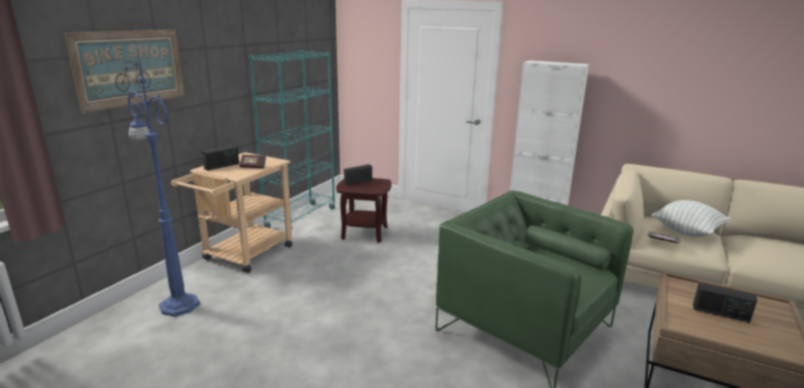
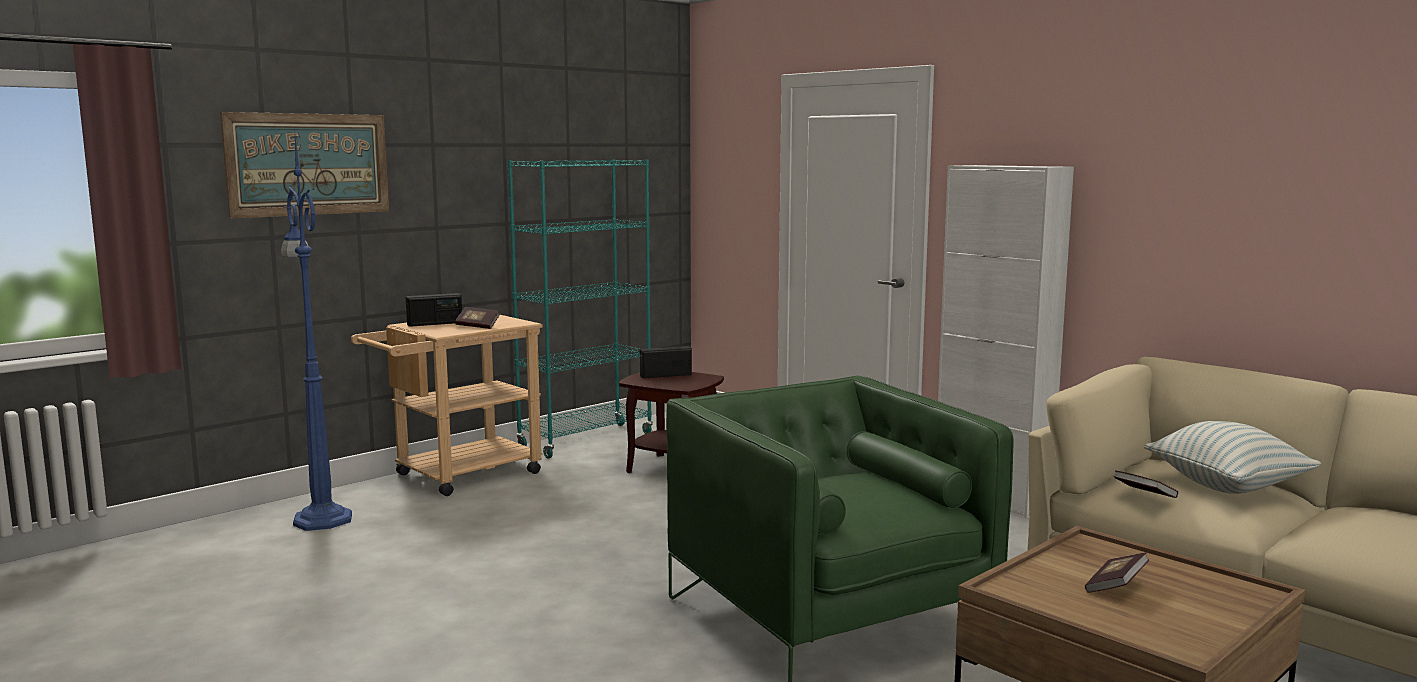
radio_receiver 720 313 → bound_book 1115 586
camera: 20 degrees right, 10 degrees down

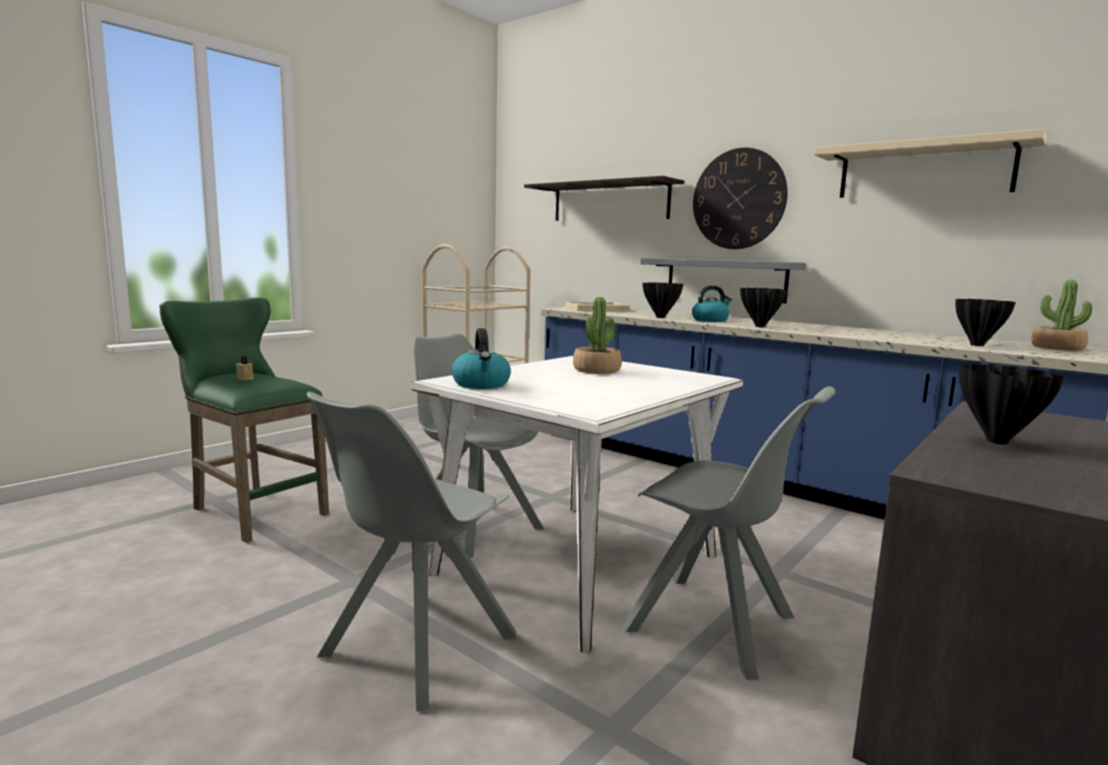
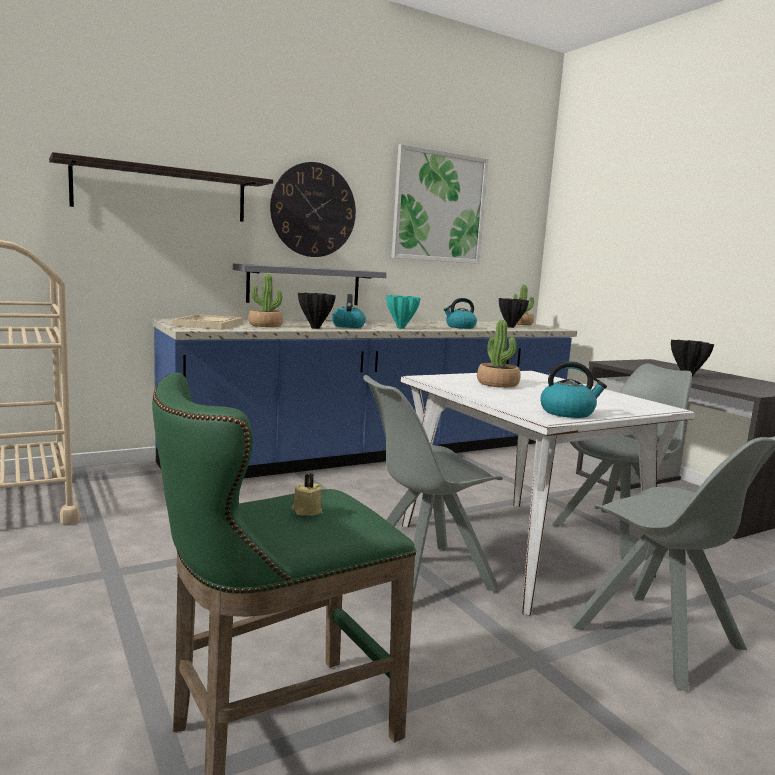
blackish_vase 761 326 → turquoise_vase 401 328
beige_shelf 924 170 → wall_art 439 207
- → plant_in_a_pot 265 325
- → kettle 460 327
camera: 70 degrees left, 0 degrees up

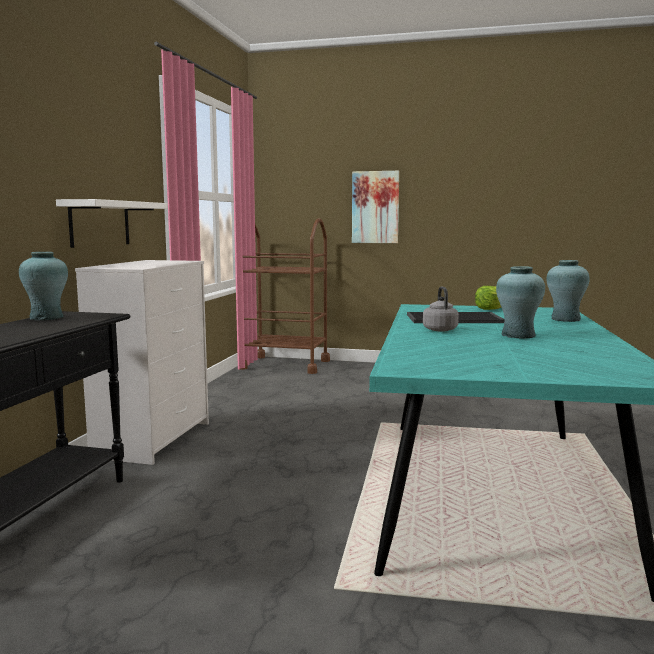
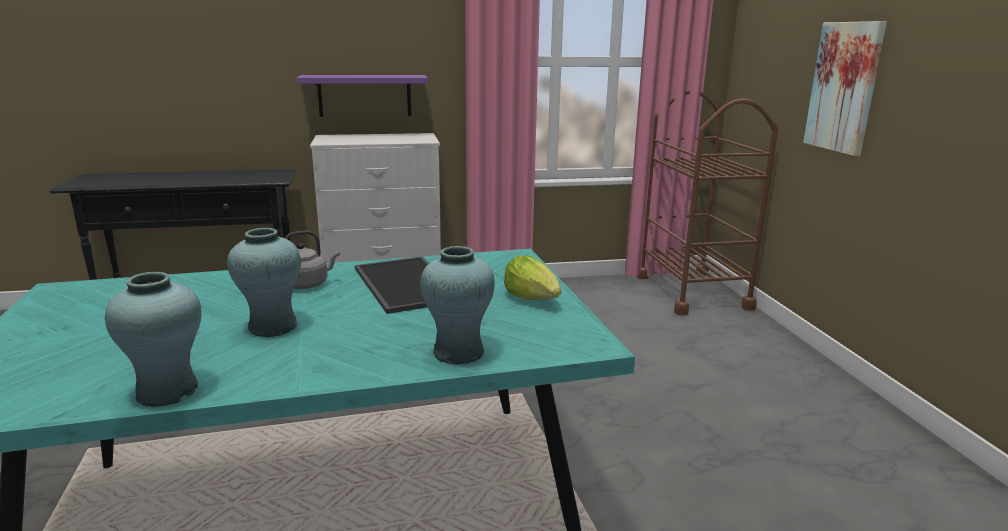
turquoise_vase 46 317 → turquoise_vase 167 391, moved
white_shelf 100 223 → purplish_shelf 364 95
camera: 65 degrees right, 10 degrees up

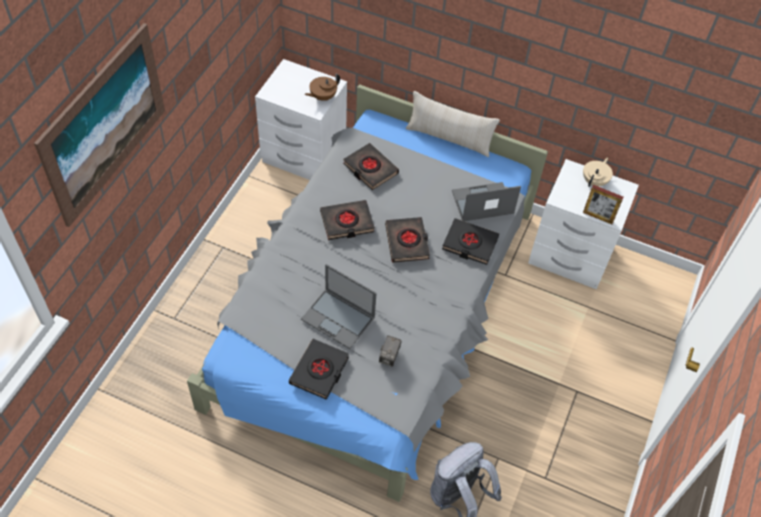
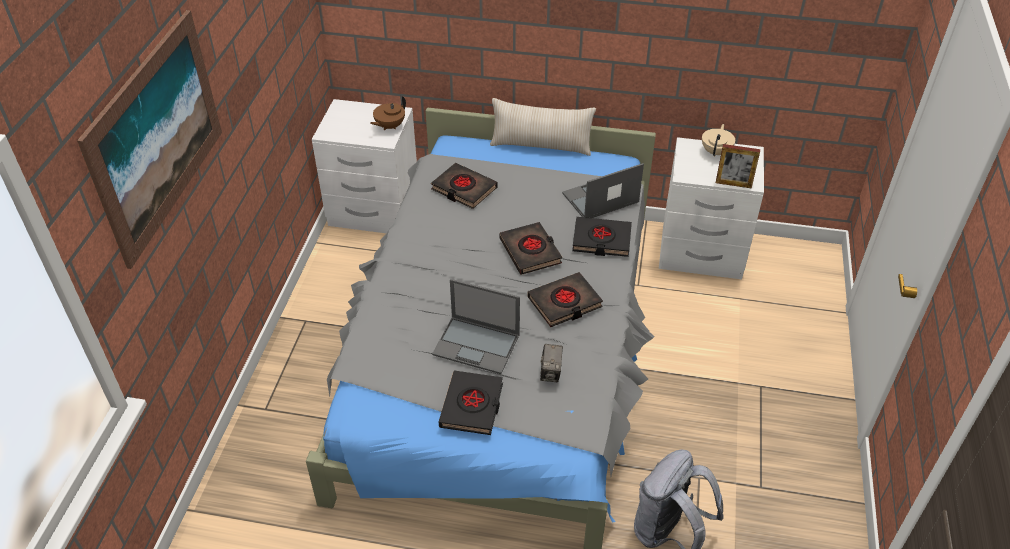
blackish_bound_book 347 222 → blackish_bound_book 564 303, moved
camera: 10 degrees left, 10 degrees down

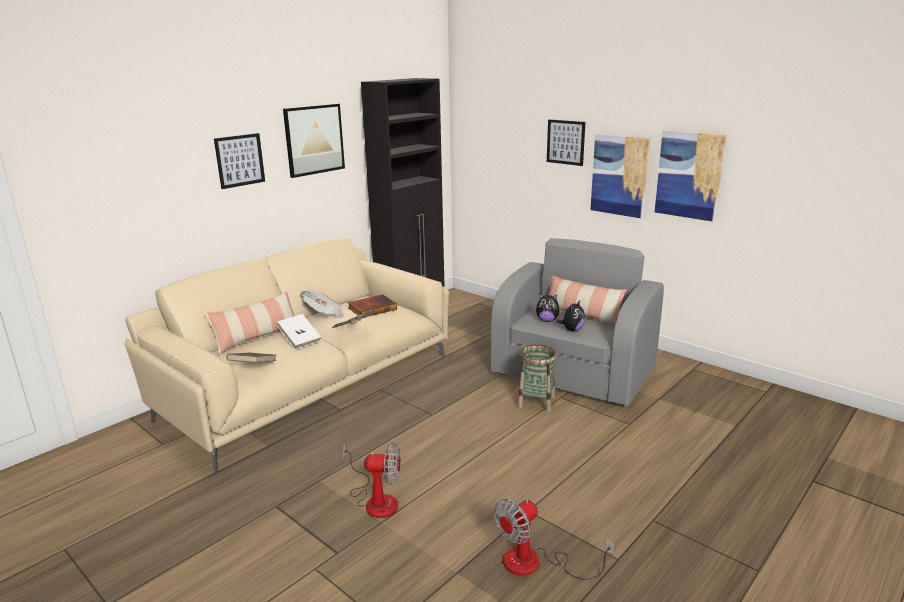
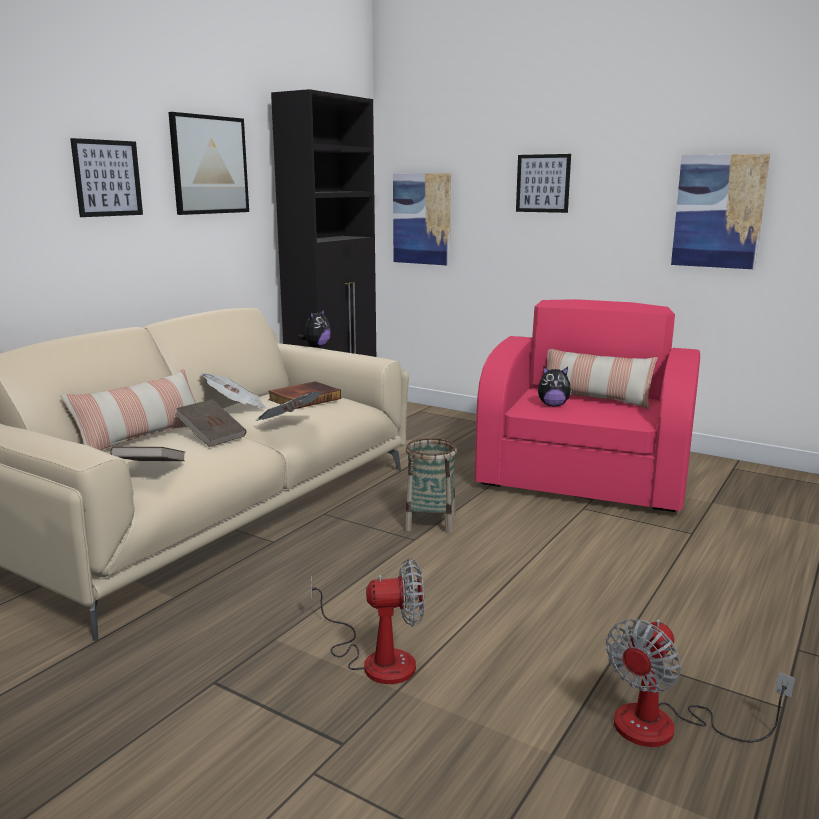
white_bound_book 300 340 → brownish_bound_book 212 437
greyish_easy_chair 573 372 → pinkish_easy_chair 584 479
storage_basket 536 402 → storage_basket 430 522, moved
soft_toy 572 330 → soft_toy 316 347, moved
wall_art 619 175 → wall_art 422 219, moved
camera: 10 degrees left, 5 degrees down

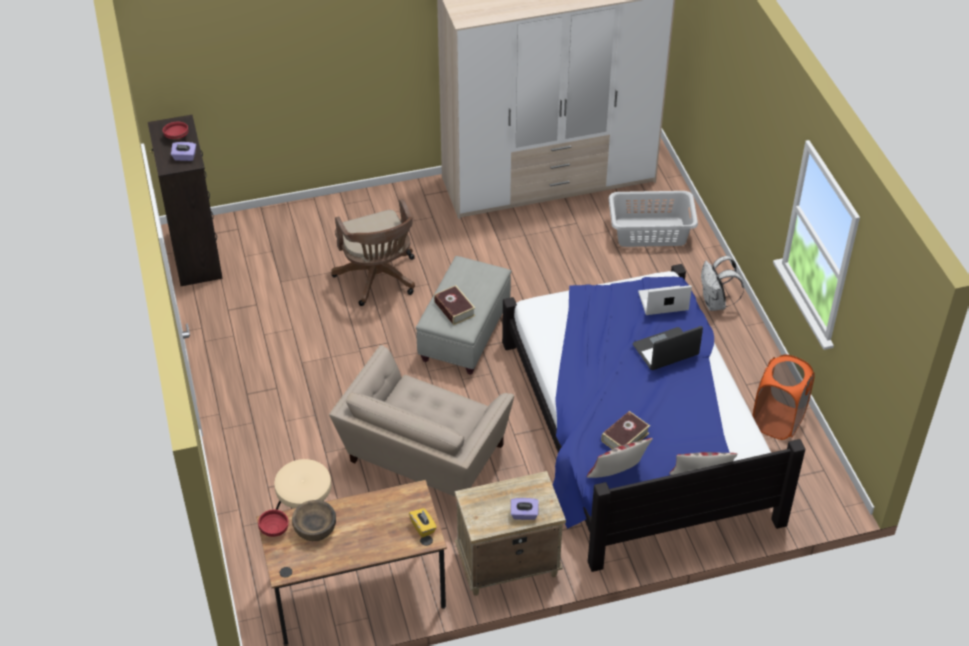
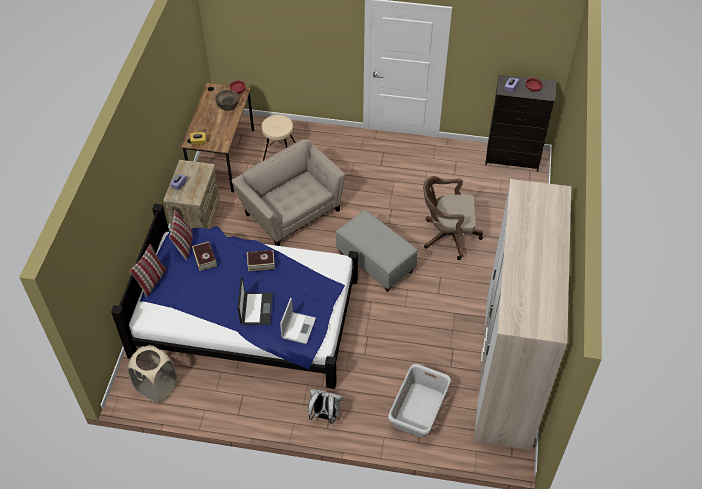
bound_book 454 309 → bound_book 261 262, moved
orangey_hamper 778 421 → -
- → beige_hamper 156 387
camera: 115 degrees right, 5 degrees up

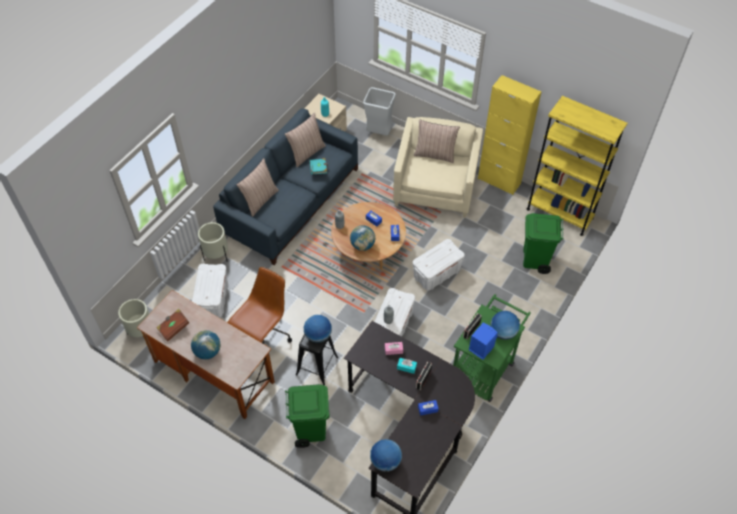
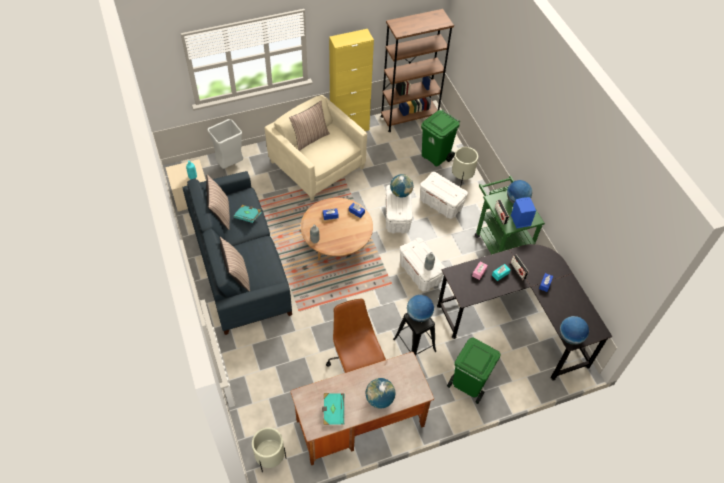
brownish_bound_book 174 328 → turquoise_bound_book 333 411
white_storage_bin 213 299 → white_storage_bin 440 204, moved
beige_plant_pot 216 255 → beige_plant_pot 461 178, moved
globe 362 245 → globe 400 193, moved
yellow-coloured_bookcase 559 213 → brownish_bookcase 409 118
camera: 55 degrees left, 0 degrees up

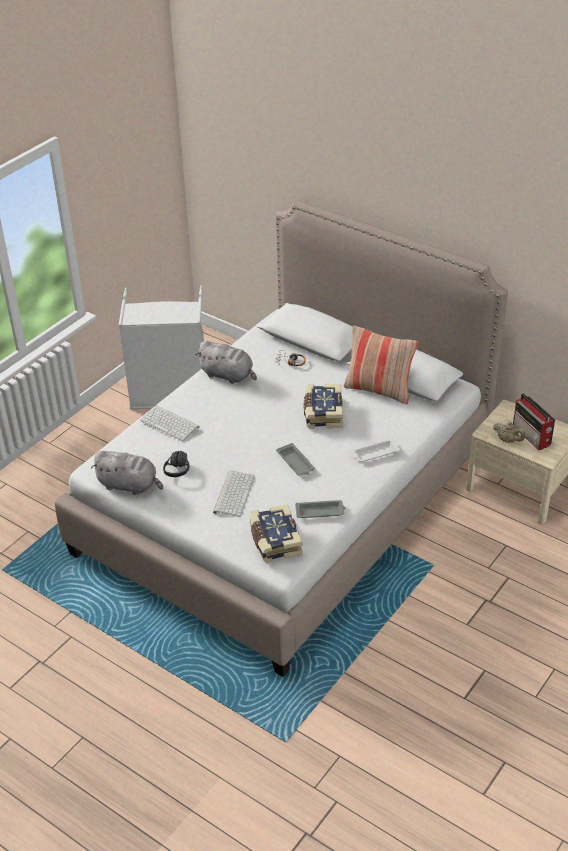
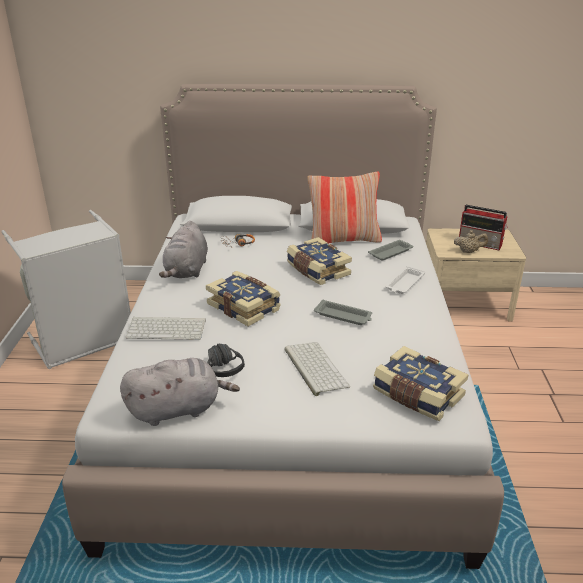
greyish_soft_toy 228 375 → greyish_soft_toy 187 271, 105 degrees clockwise
greyish_tray 320 512 → greyish_tray 391 252, moved
- → bound_book 244 307
camera: 35 degrees left, 10 degrees down

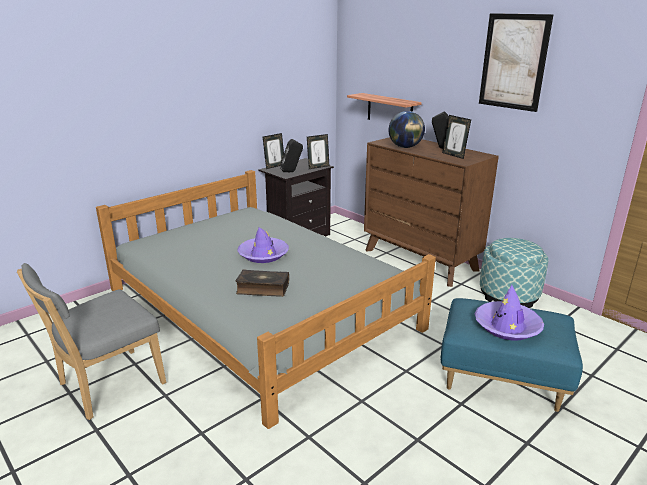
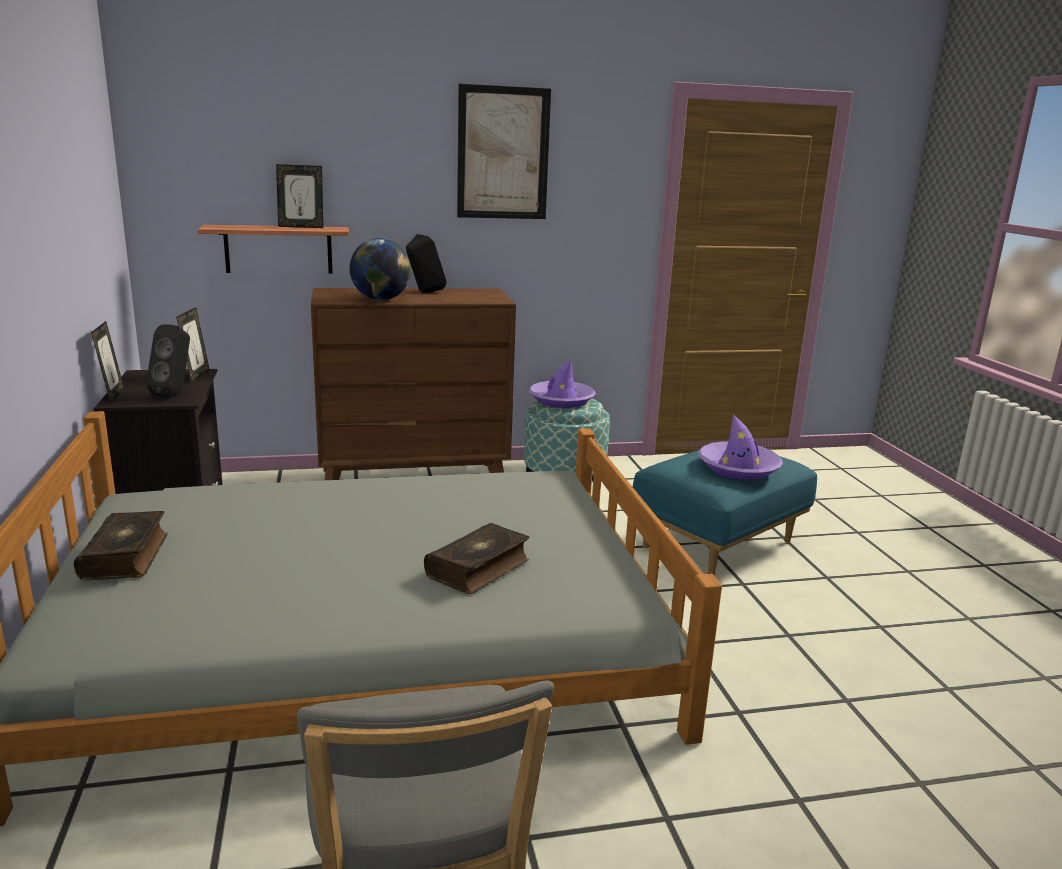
purplish_hat 263 254 → purplish_hat 561 400, moved
standing_frame 454 155 → standing_frame 301 227, moved
- → bound_book 127 556
camera: 60 degrees left, 5 degrees down

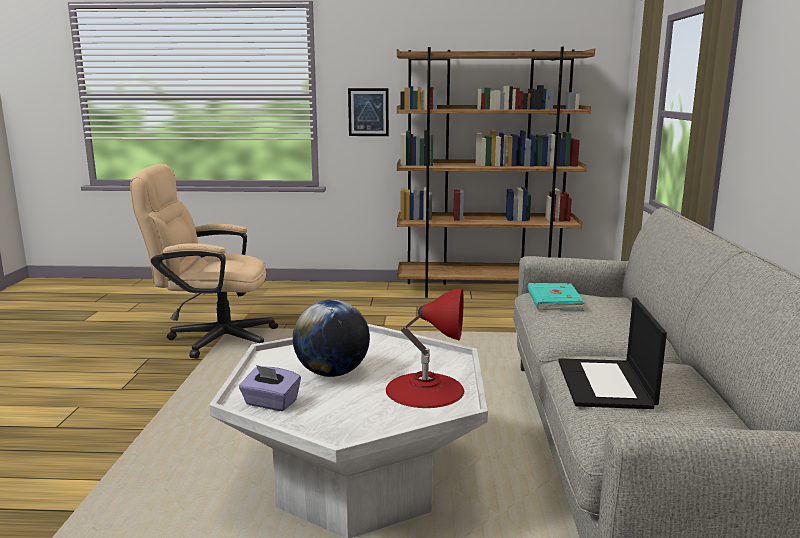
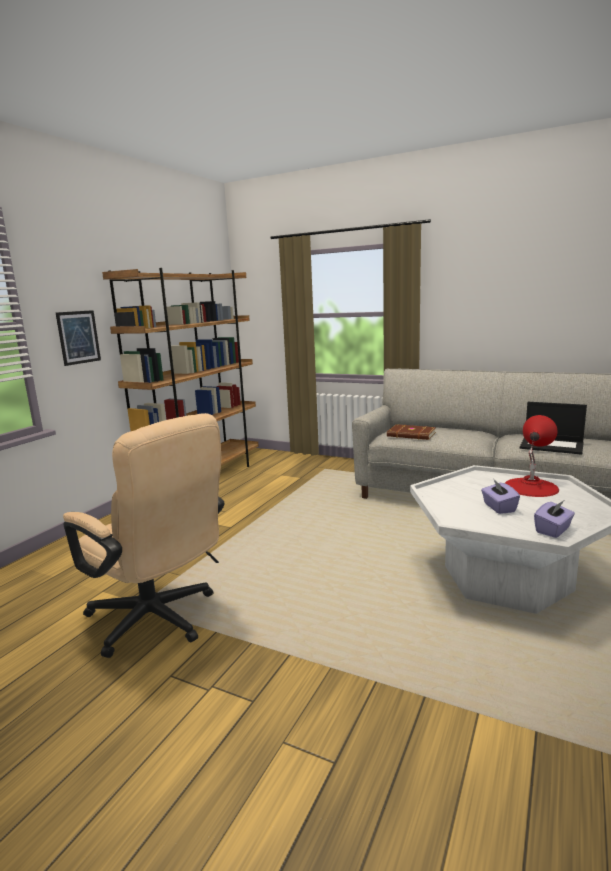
beige_desk_chair 213 339 → beige_desk_chair 159 621, 75 degrees counterclockwise
globe 332 373 → purplish_tissue_holder 498 507
turquoise_bound_book 553 300 → brownish_bound_book 411 435
camera: 65 degrees left, 0 degrees up

